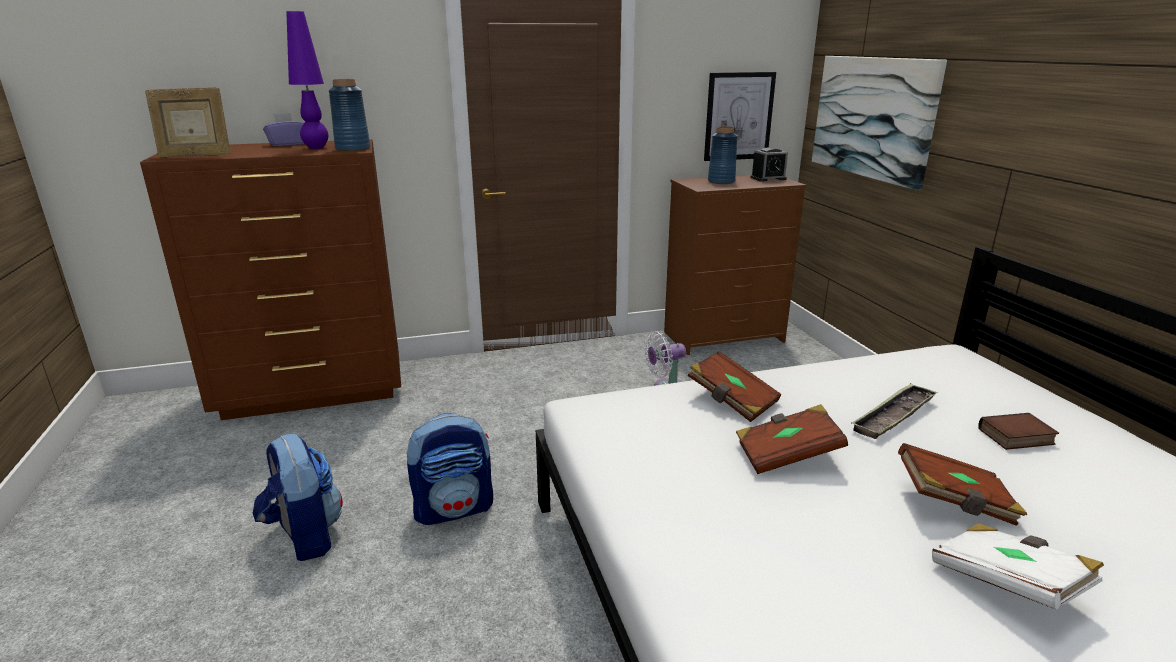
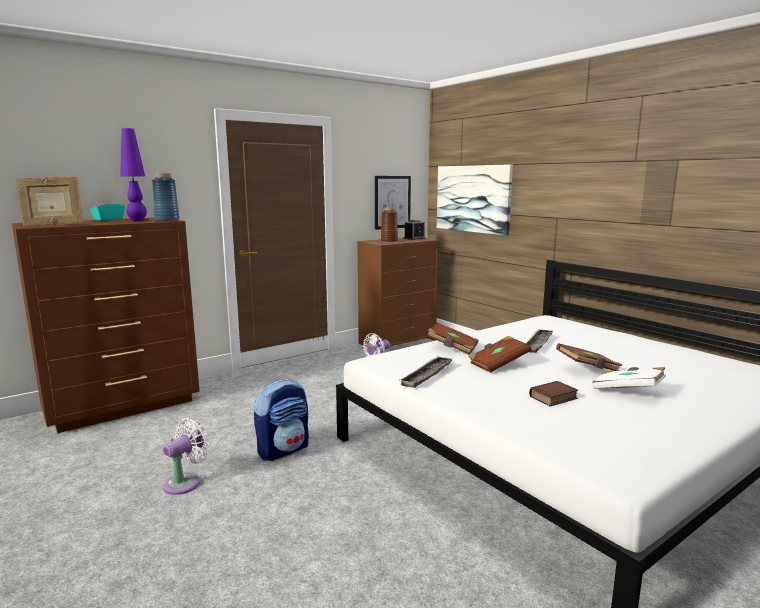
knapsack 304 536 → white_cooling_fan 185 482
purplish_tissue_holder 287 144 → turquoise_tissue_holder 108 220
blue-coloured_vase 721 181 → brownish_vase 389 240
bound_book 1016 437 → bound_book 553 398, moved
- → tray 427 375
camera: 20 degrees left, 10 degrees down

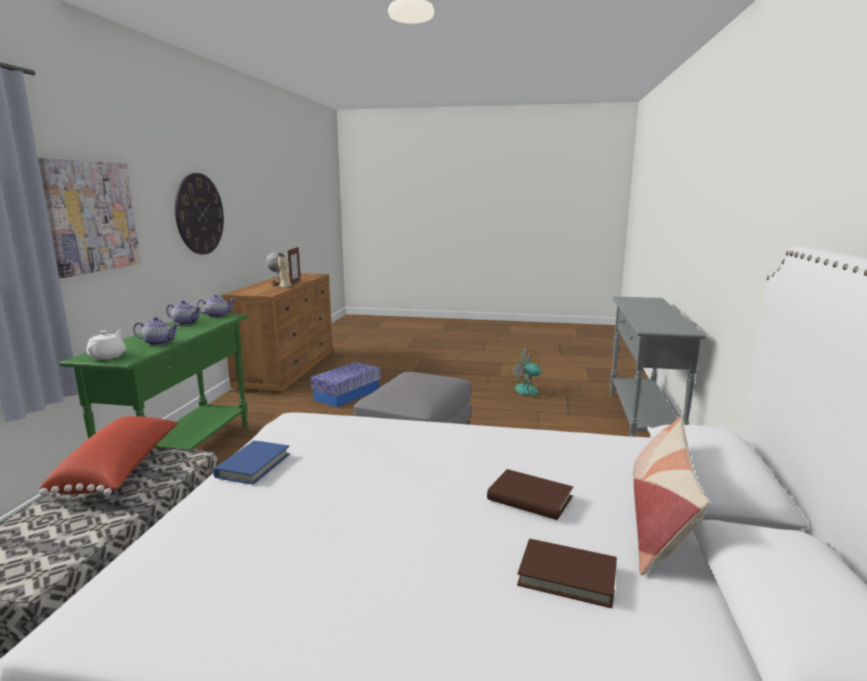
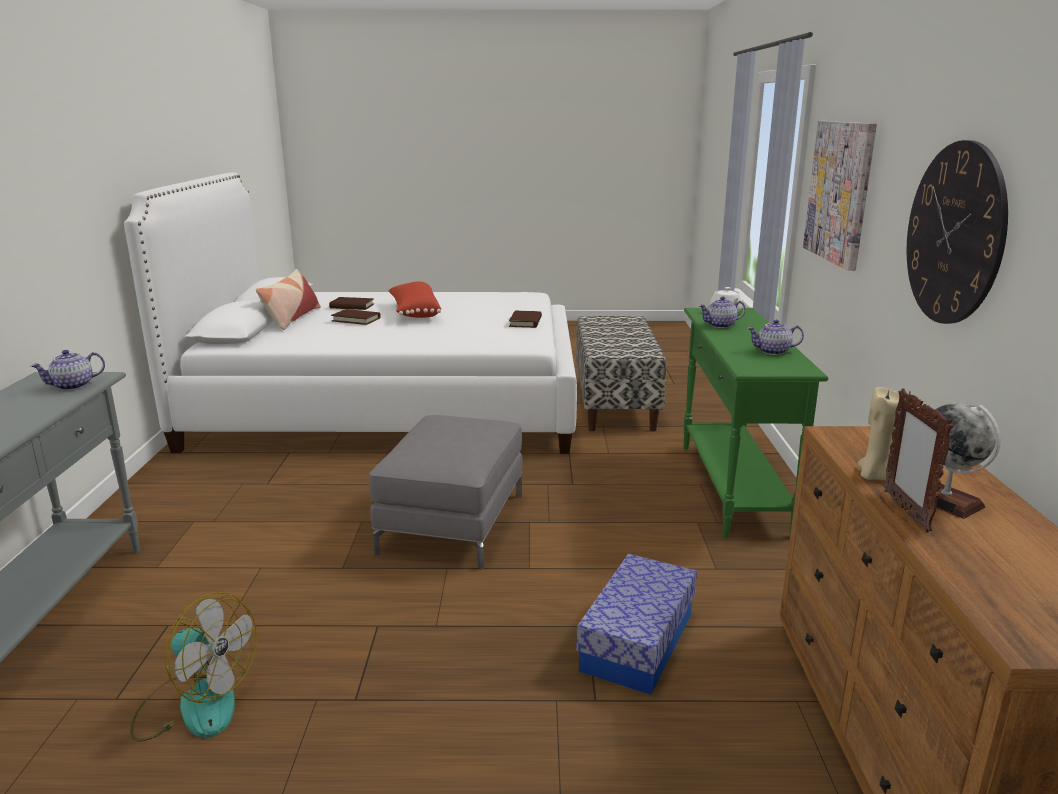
red_cushion 121 470 → red_cushion 414 312, moved
pot_for_tea 217 316 → pot_for_tea 72 386, moved
blue-coloured_bound_book 253 465 → brownish_bound_book 525 322
camera: 170 degrees right, 5 degrees up

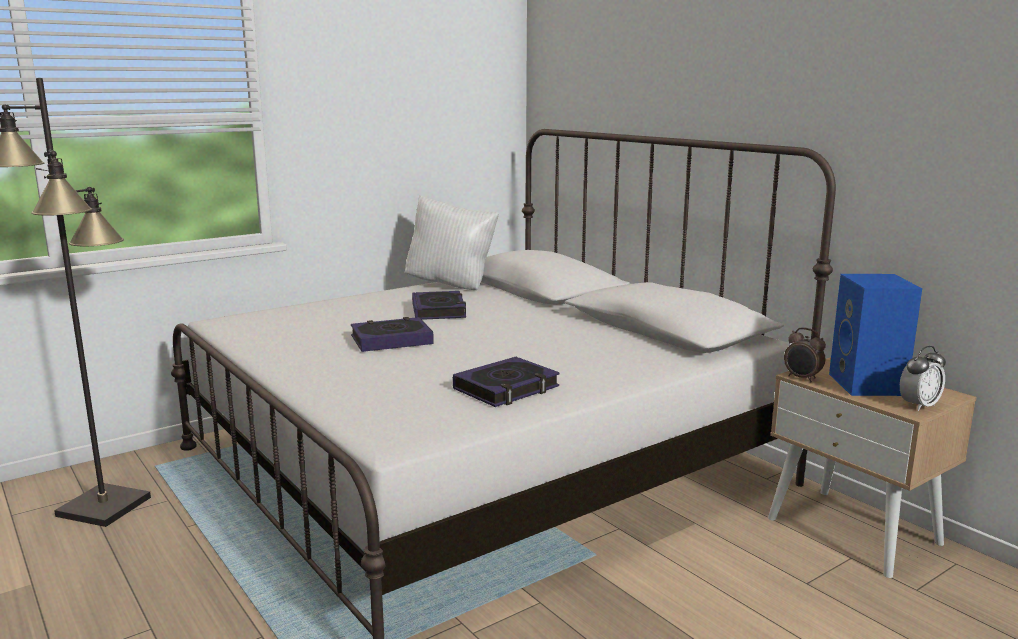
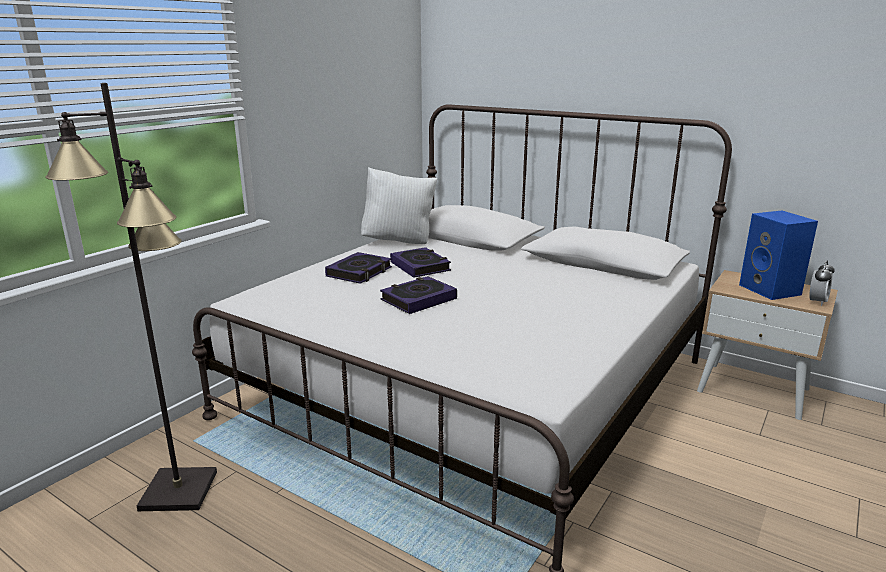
bound_book 506 388 → bound_book 359 272, moved
bedside_clock 802 378 → -
camera: 20 degrees left, 5 degrees up

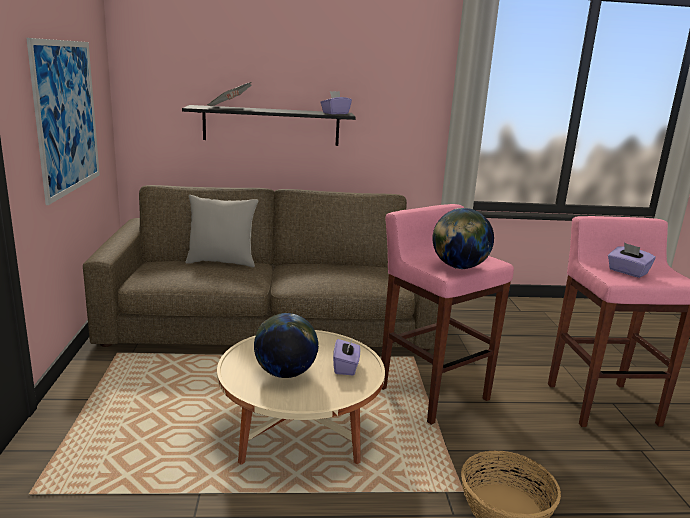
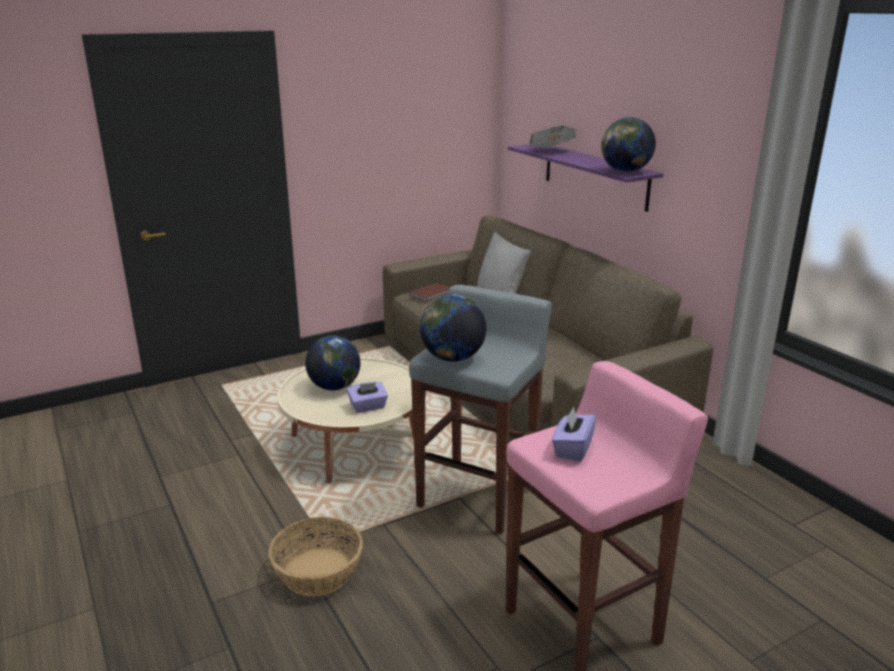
wall_art 67 117 → -
blackish_shelf 271 126 → purplish_shelf 595 175
purplish_tissue_holder 335 113 → globe 625 171
pinkish_stool 432 393 → greyish_stool 478 496
- → brownish_bound_book 432 294
camera: 65 degrees right, 5 degrees up

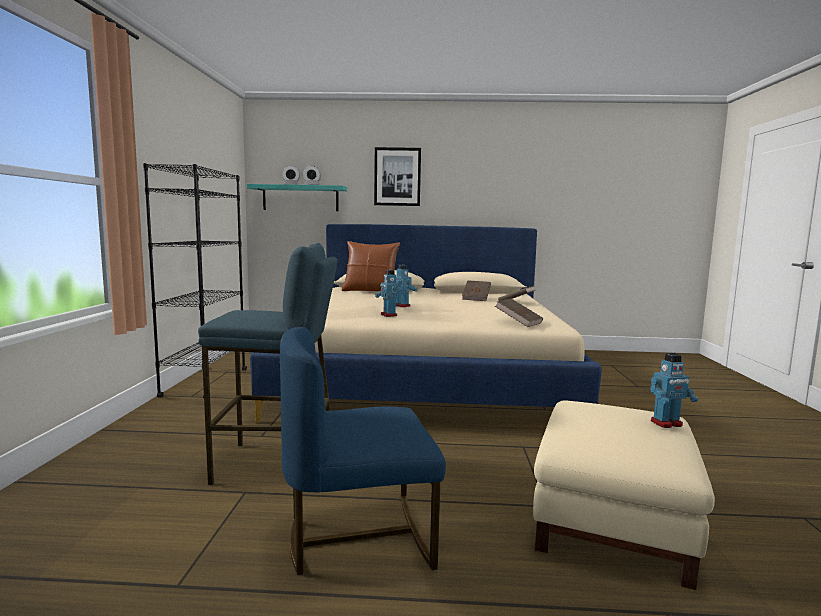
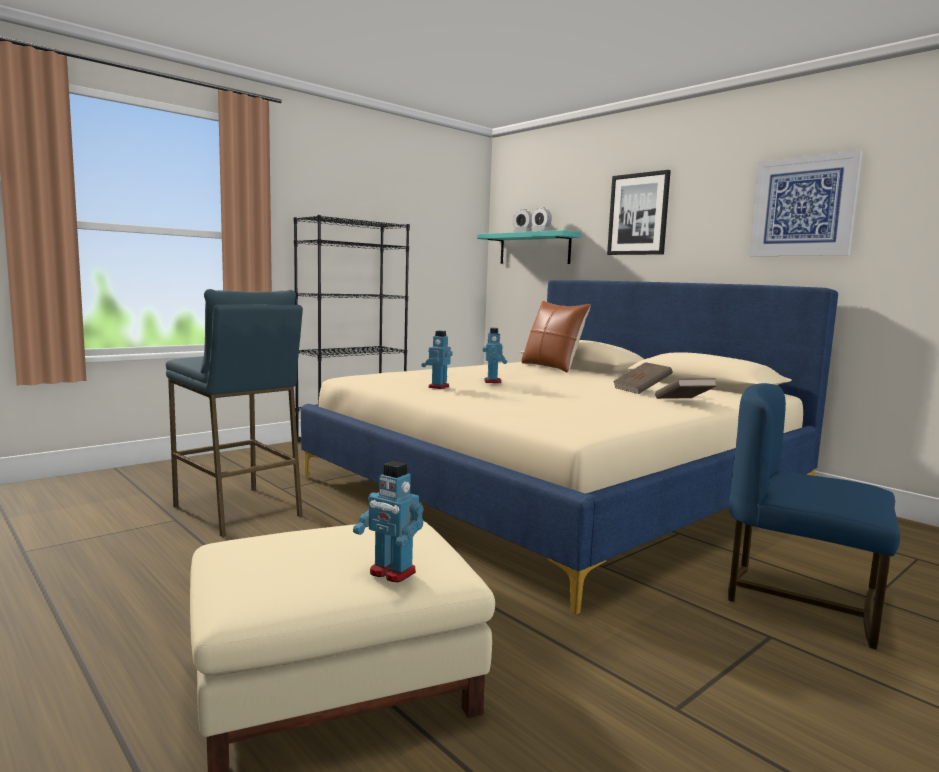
blue-coloured_chair 358 537 → blue-coloured_chair 801 600, moved
brownish_bound_book 518 323 → -
- → wall_art 803 207
camera: 45 degrees right, 0 degrees up

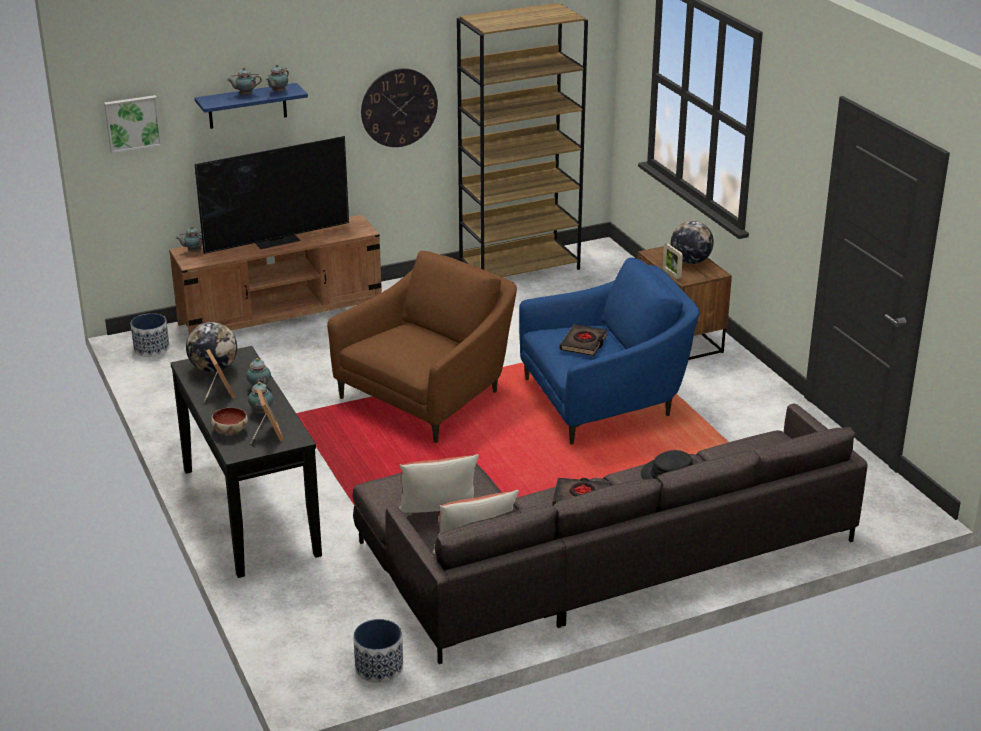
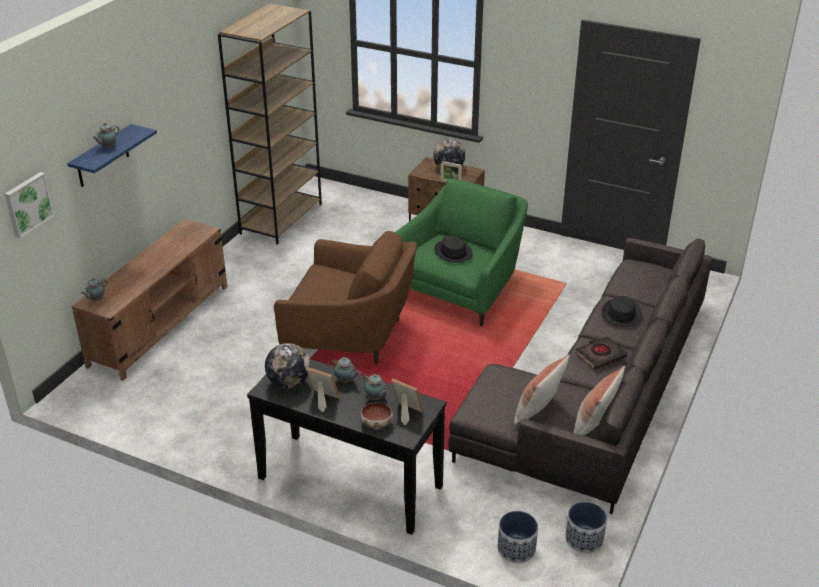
plant_pot 152 349 → plant_pot 516 549, moved
TV 277 240 → -
pot_for_tea 278 92 → -
brownish_easy_chair 429 396 → brownish_easy_chair 350 336, 105 degrees clockwise
hanging_clock 399 107 → -
blue-coloured_easy_chair 604 401 → greenish_easy_chair 460 288
blackish_bound_book 583 343 → blackish_hat 453 252
camera: 40 degrees left, 5 degrees up

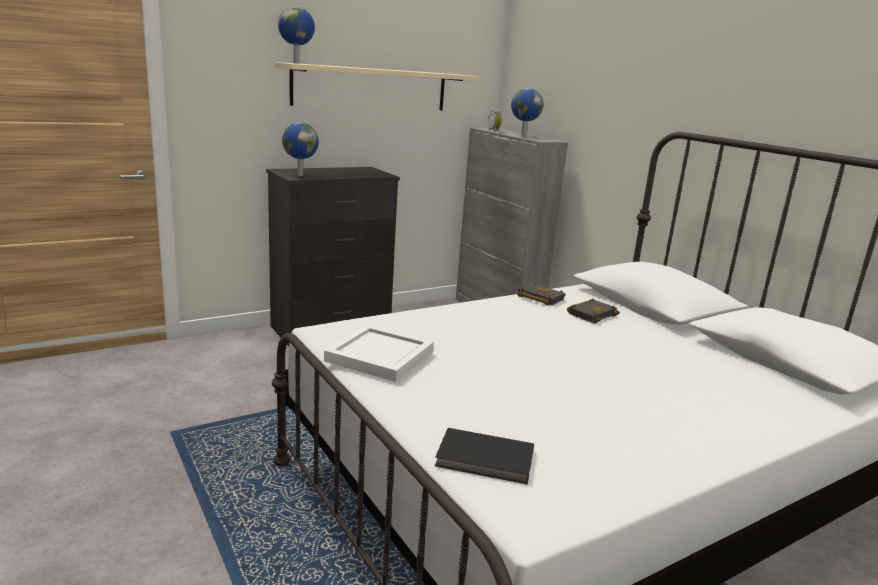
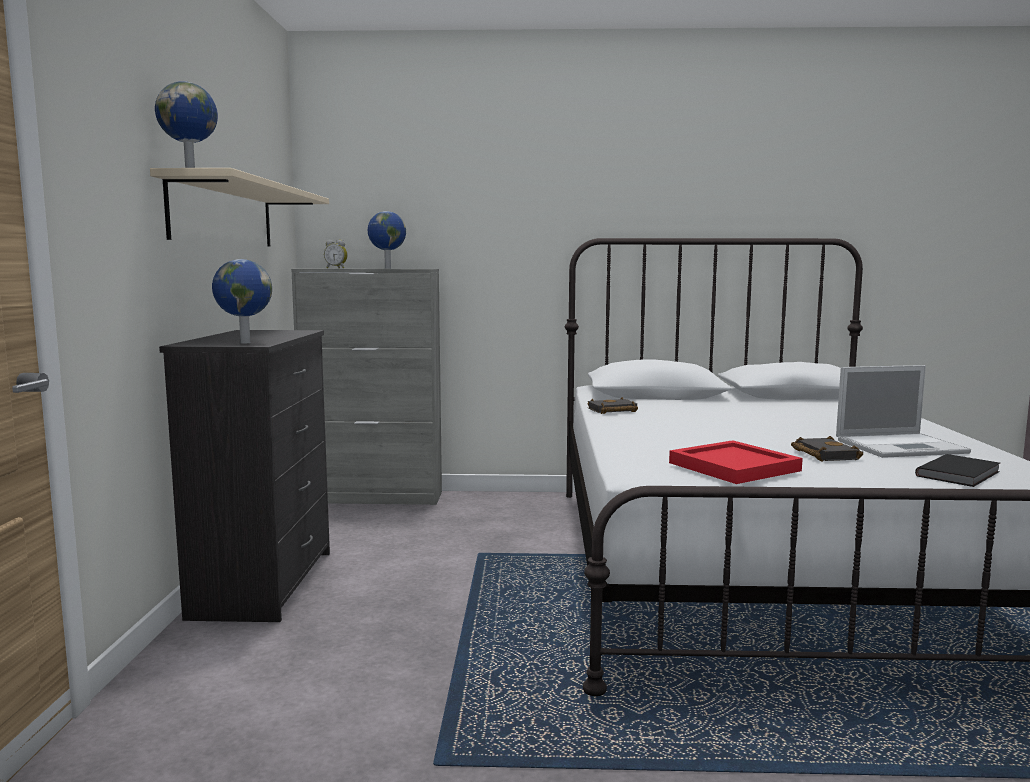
white_tray 382 356 → red_tray 734 466
blackish_bound_book 591 314 → blackish_bound_book 822 454, moved
- → portable_computer 902 446
camera: 55 degrees left, 10 degrees down

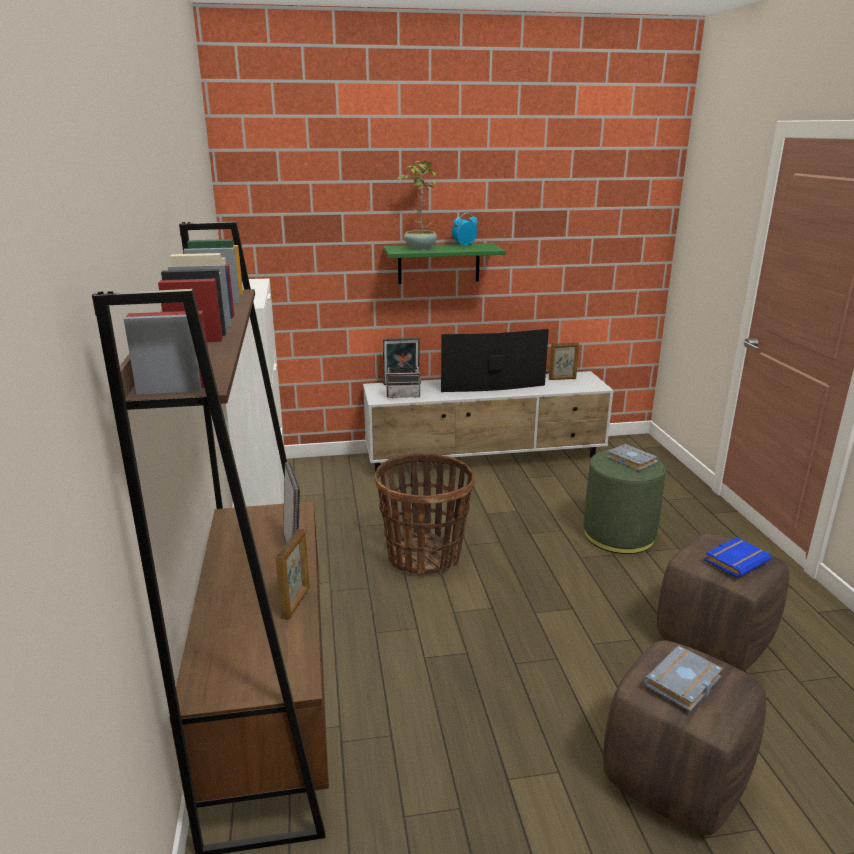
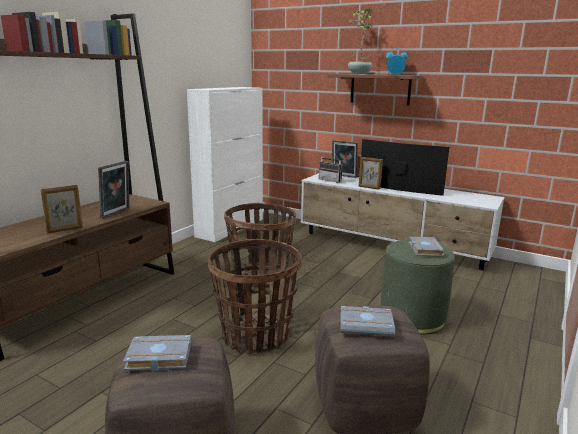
greenish_shelf 438 263 → brownish_shelf 380 89
standing_frame 562 379 → standing_frame 369 187, moved
blue-coloured_bound_book 735 560 → greyish_bound_book 367 324
- → storage_basket 255 336
camera: 40 degrees right, 5 degrees down

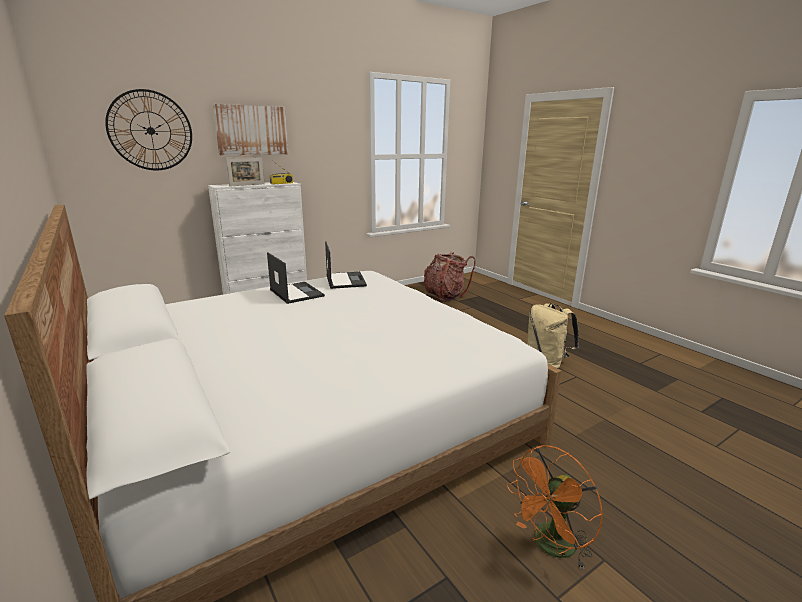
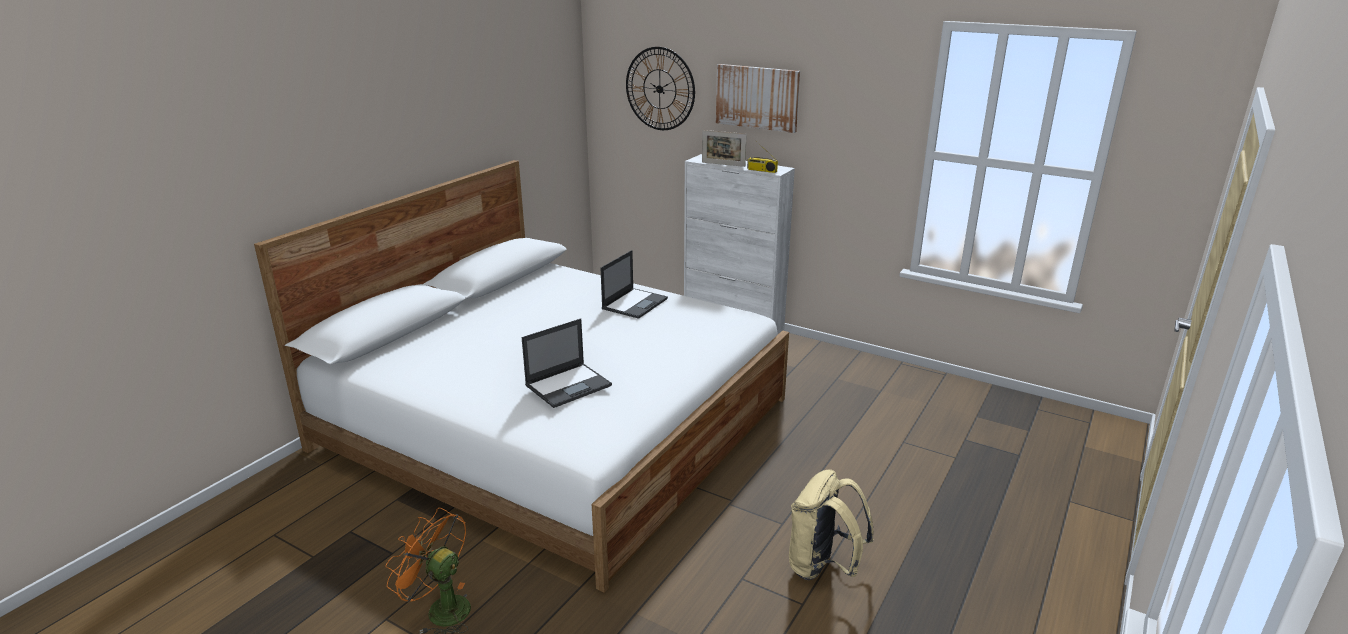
portable_computer 345 280 → portable_computer 569 385, moved
knapsack 445 294 → -
camera: 65 degrees right, 5 degrees up

